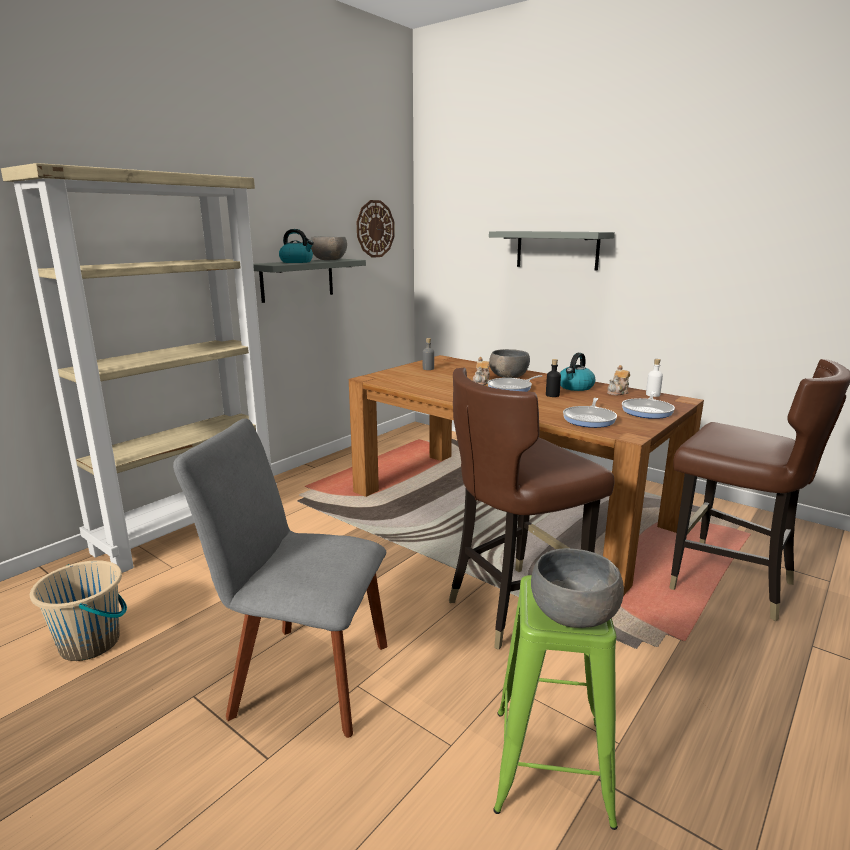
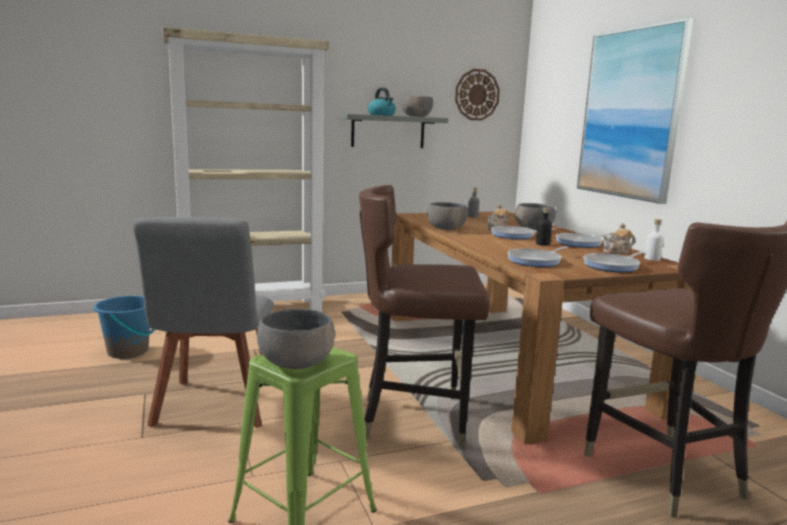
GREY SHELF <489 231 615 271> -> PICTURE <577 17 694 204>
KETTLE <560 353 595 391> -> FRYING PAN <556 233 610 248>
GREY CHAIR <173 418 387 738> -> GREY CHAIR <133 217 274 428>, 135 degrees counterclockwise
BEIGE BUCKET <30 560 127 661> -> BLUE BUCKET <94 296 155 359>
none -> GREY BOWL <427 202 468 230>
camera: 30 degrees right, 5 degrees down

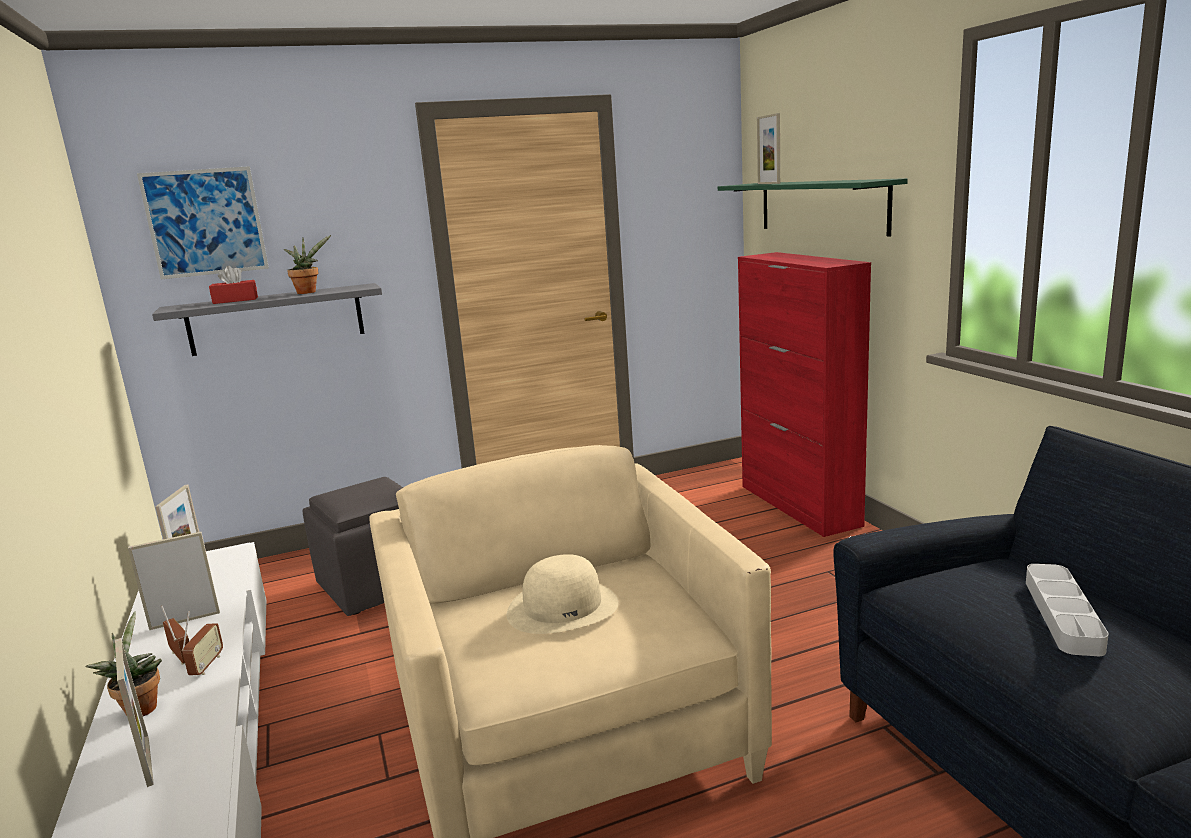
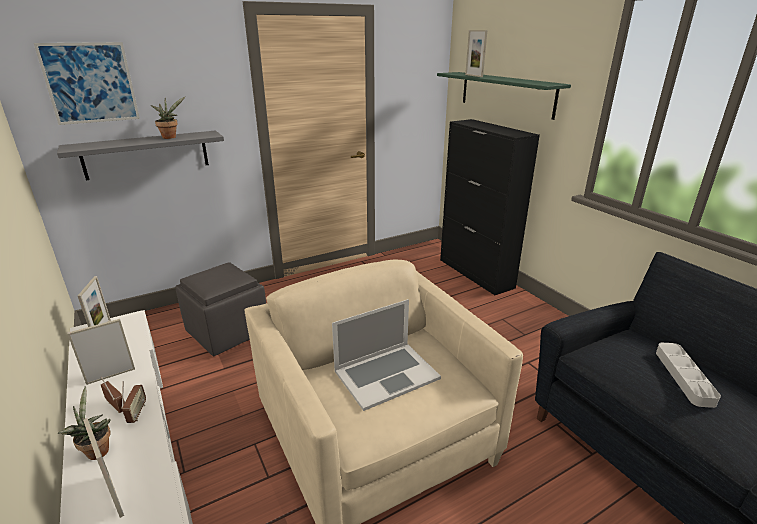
RED CABINET <738 252 871 537> -> BLACK CABINET <440 119 540 295>
RED TISSUE BOX <209 266 258 304> -> none
BEIGE HAT <507 554 619 634> -> LAPTOP <332 299 441 411>
camera: 10 degrees left, 10 degrees up

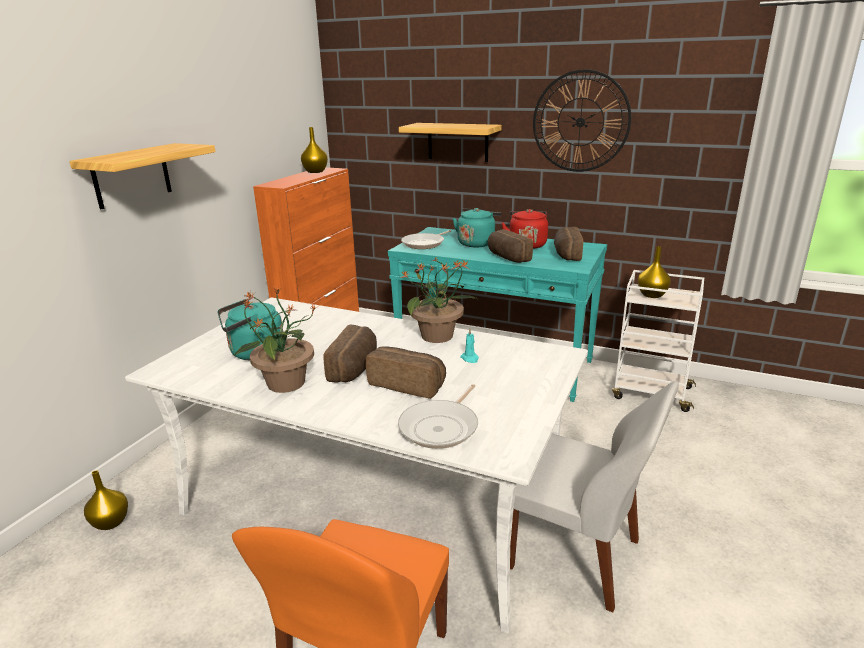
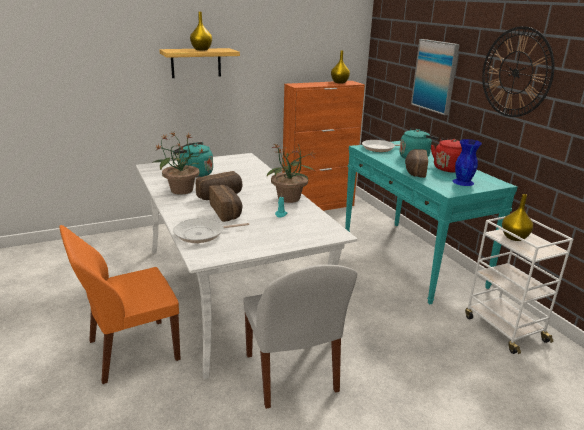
SHELF <399 123 502 162> -> PICTURE <411 39 460 115>
BREAD <554 227 583 261> -> BLUE VASE <453 139 482 186>
YELLOW VASE <84 470 128 530> -> YELLOW VASE <190 12 212 50>, moved
camera: 40 degrees right, 0 degrees up

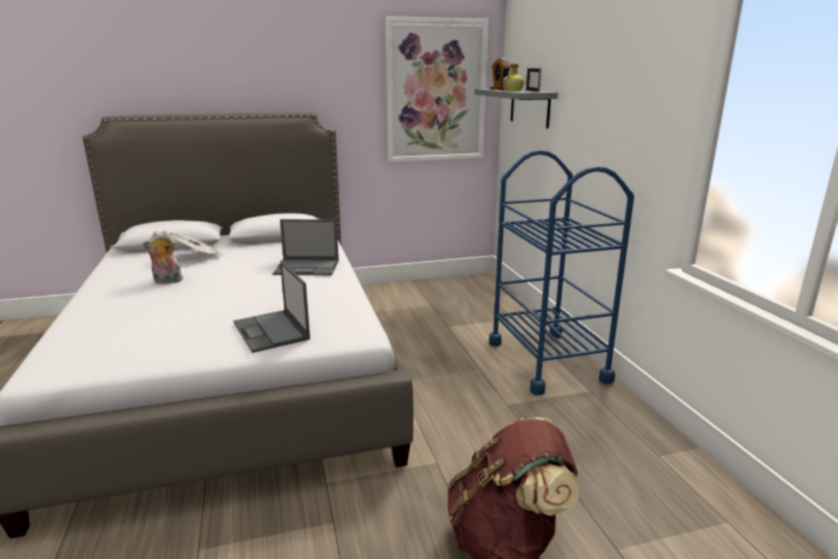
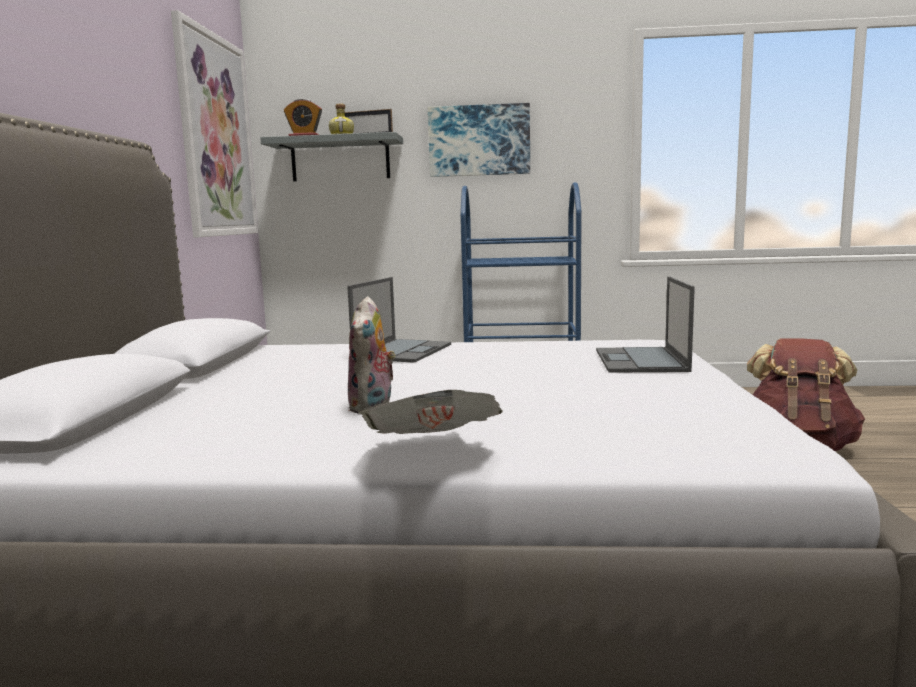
NEWSPAPER <169 233 225 256> -> NEWSPAPER <358 390 503 434>, moved
LAPTOP <233 261 310 353> -> LAPTOP <596 276 695 373>, 105 degrees clockwise
none -> PICTURE <428 103 530 177>
camera: 70 degrees left, 10 degrees down

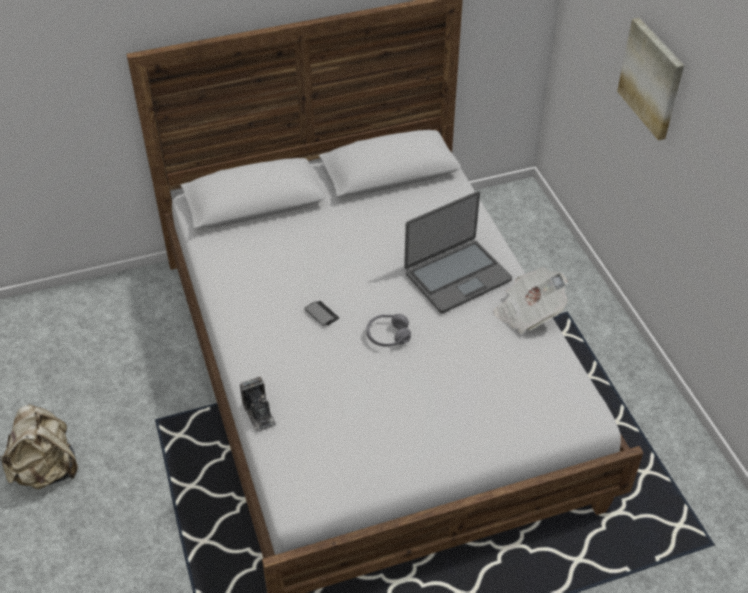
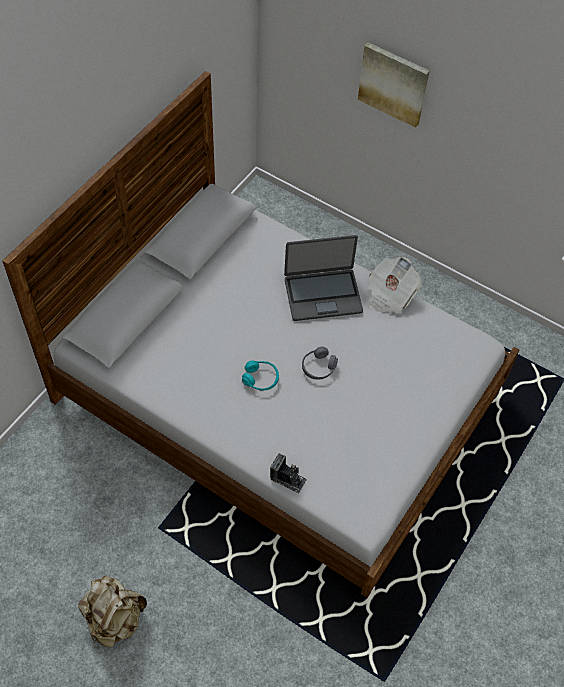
LAPTOP <404 191 512 313> -> LAPTOP <284 235 363 321>, 60 degrees clockwise
PHONE <304 301 339 326> -> TURQUOISE HEADPHONES <242 360 279 390>
camera: 40 degrees left, 10 degrees up

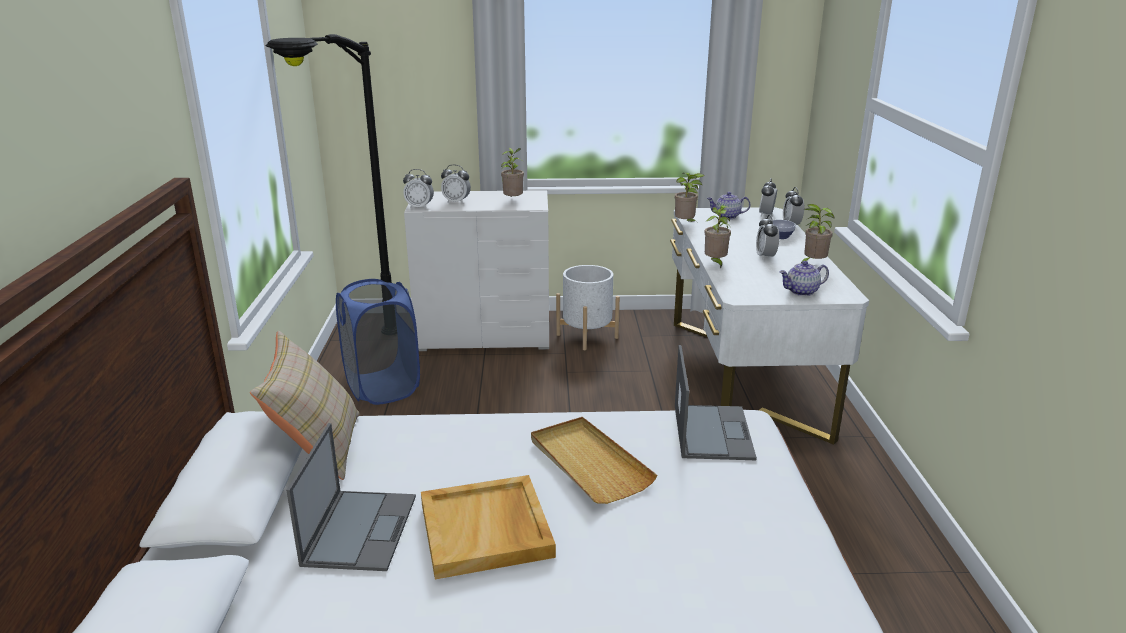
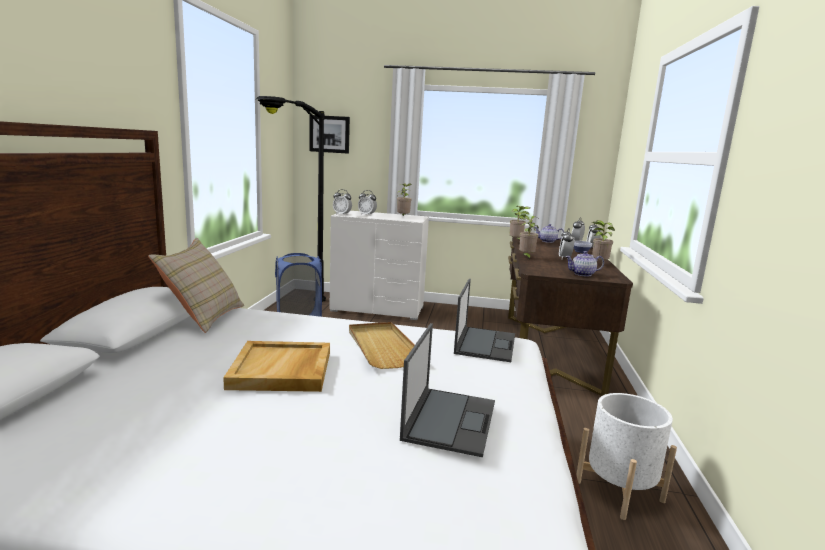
WHITE DESK <670 207 869 445> -> BROWN DESK <508 237 633 396>
WHITE PLANTER <556 265 620 350> -> WHITE PLANTER <576 393 677 520>, moved
LAPTOP <286 423 416 571> -> LAPTOP <400 323 495 457>, moved
none -> PICTURE <309 115 350 154>
camera: 10 degrees right, 10 degrees down

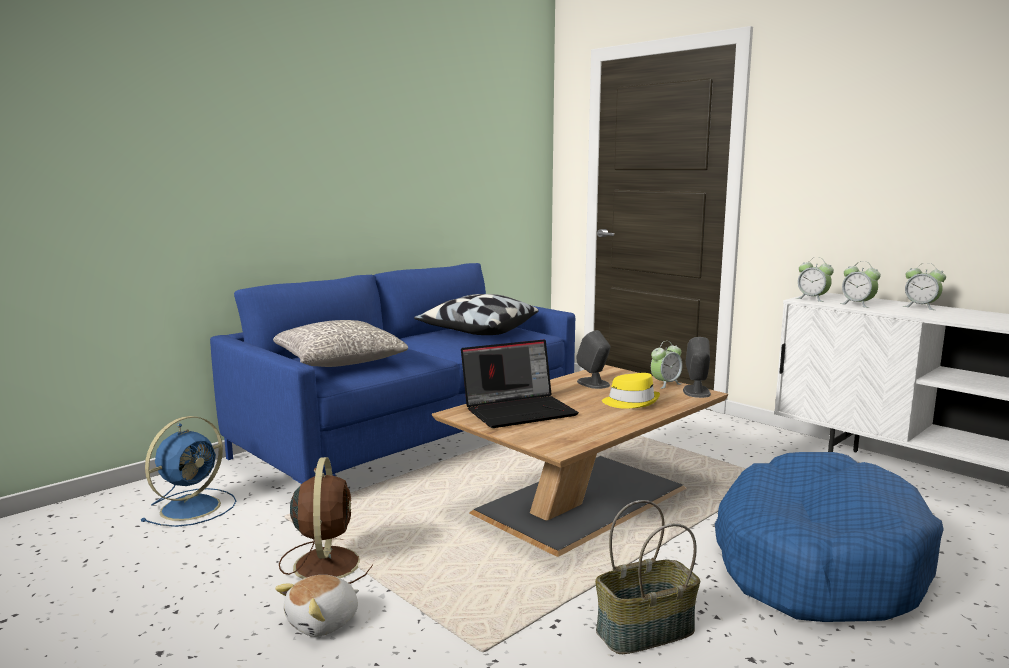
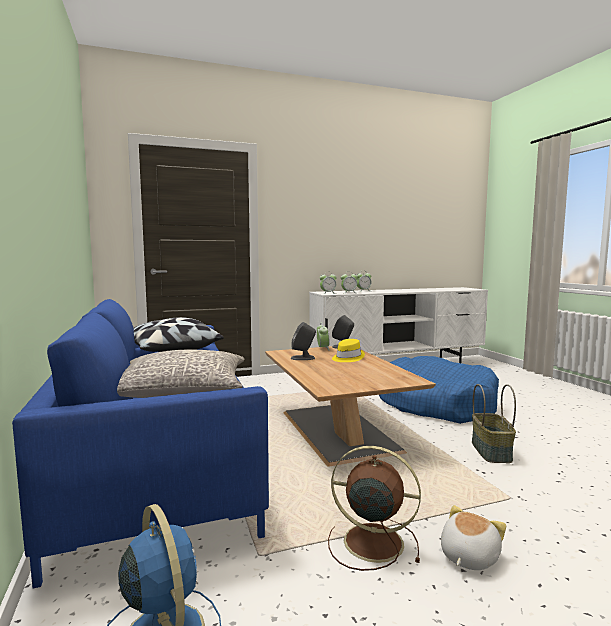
LAPTOP <461 339 579 428> -> none
PLUSH TOY <275 575 359 637> -> PLUSH TOY <441 505 506 570>, 120 degrees counterclockwise
camera: 65 degrees left, 5 degrees down

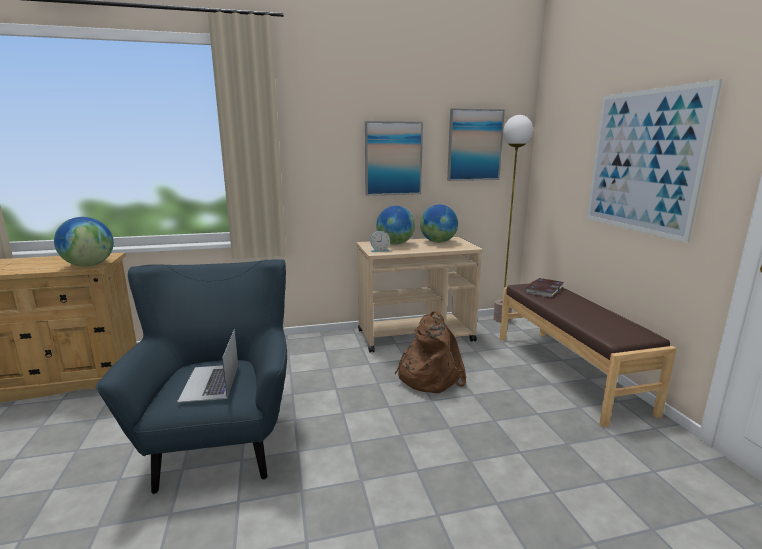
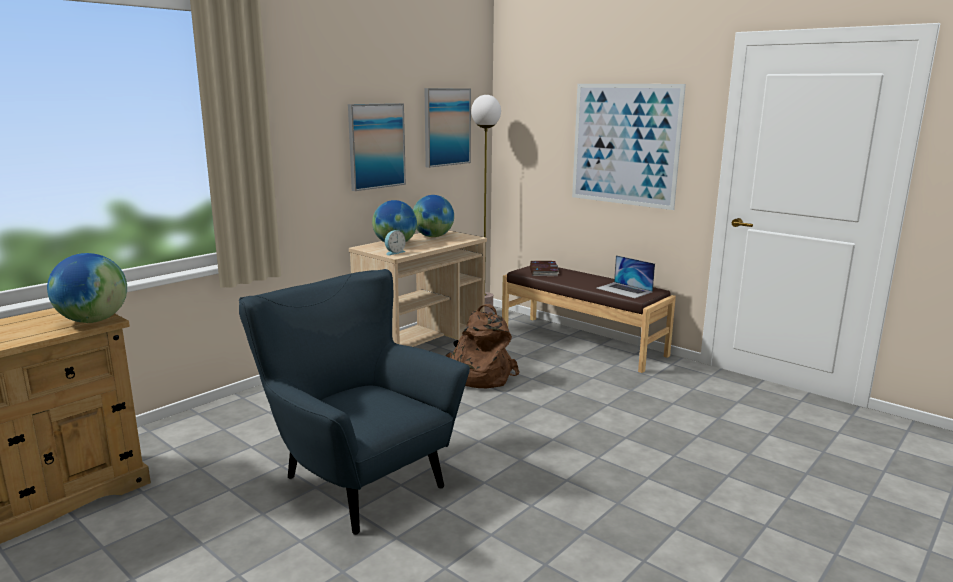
LAPTOP <177 329 238 403> -> LAPTOP <596 255 655 298>, moved
camera: 35 degrees left, 0 degrees up

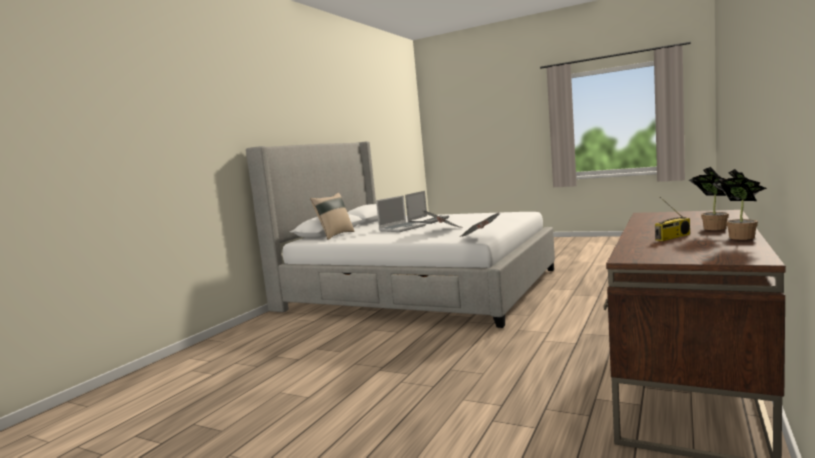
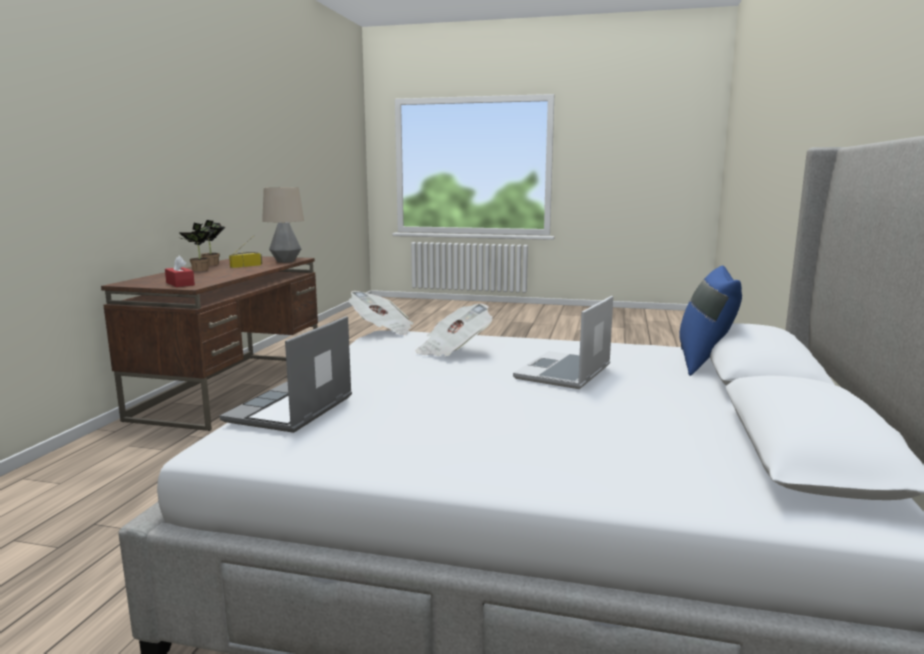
LAPTOP <405 191 449 224> -> LAPTOP <220 316 352 433>, moved
BEIGE PILLOW <310 193 354 240> -> BLUE PILLOW <679 266 742 376>
none -> TABLE LAMP <262 187 304 263>
none -> RED TISSUE BOX <165 256 195 287>
camera: 165 degrees right, 5 degrees up

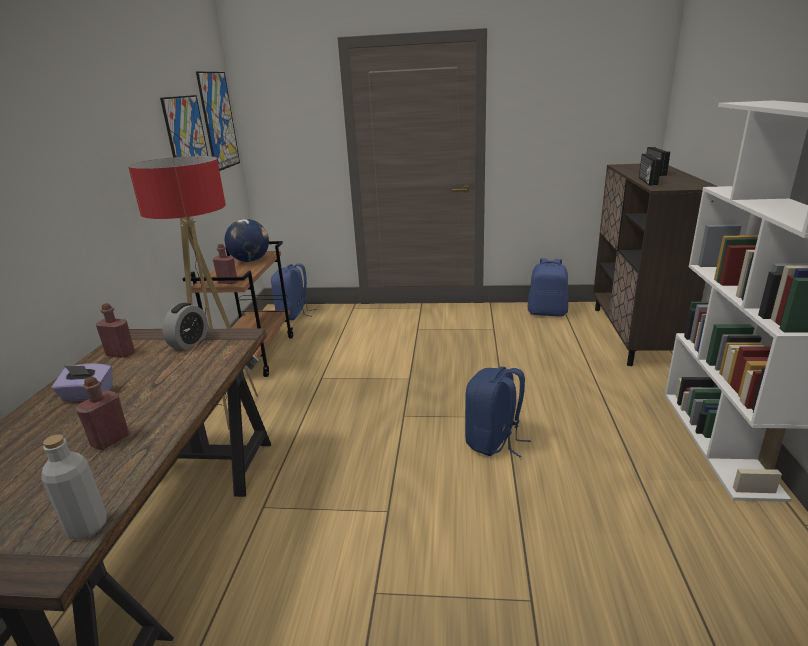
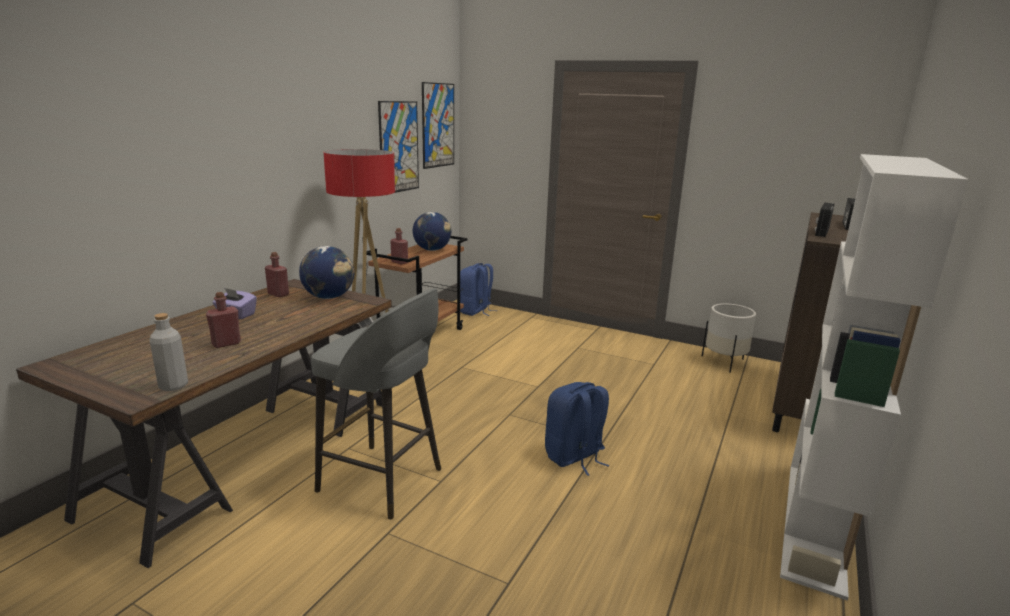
BLUE BACKPACK <528 258 568 317> -> WHITE PLANTER <702 303 756 373>
ALARM CLOCK <163 303 208 350> -> GLOBE <299 246 354 299>
none -> GREY STOOL <311 288 441 520>
camera: 20 degrees right, 5 degrees down

